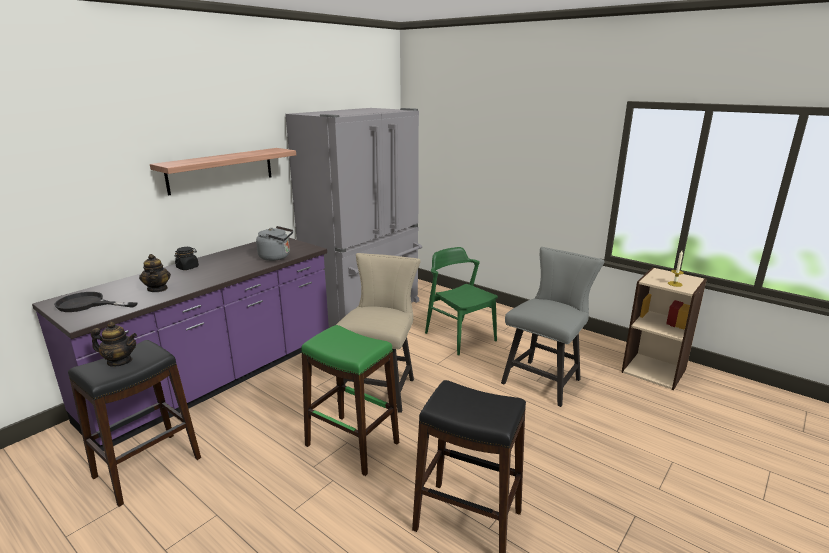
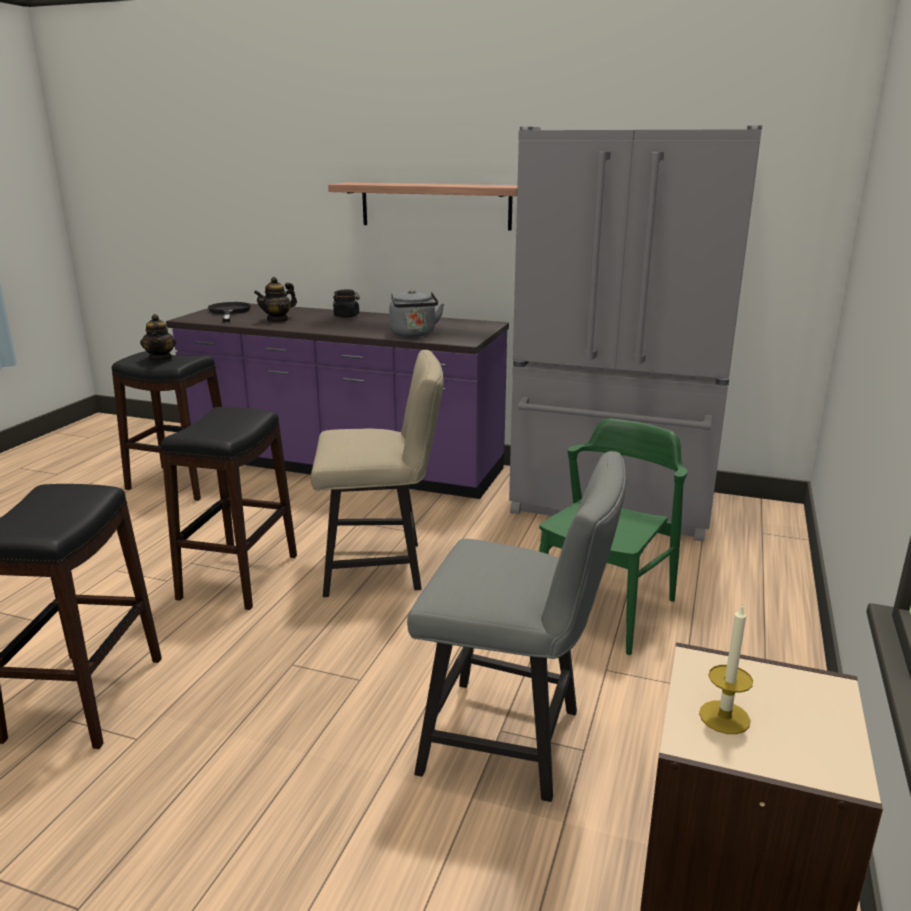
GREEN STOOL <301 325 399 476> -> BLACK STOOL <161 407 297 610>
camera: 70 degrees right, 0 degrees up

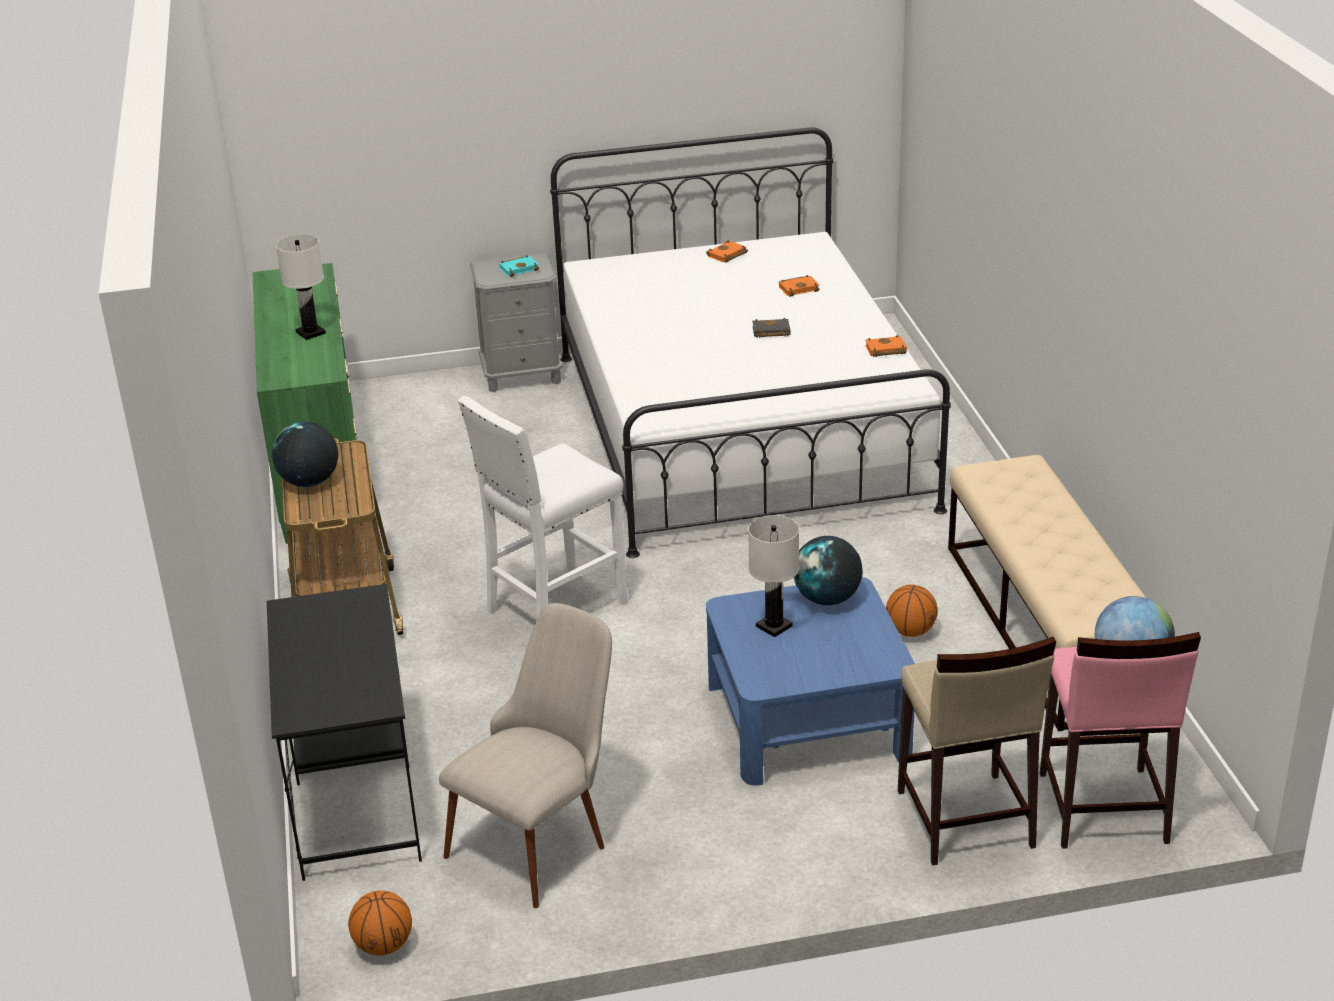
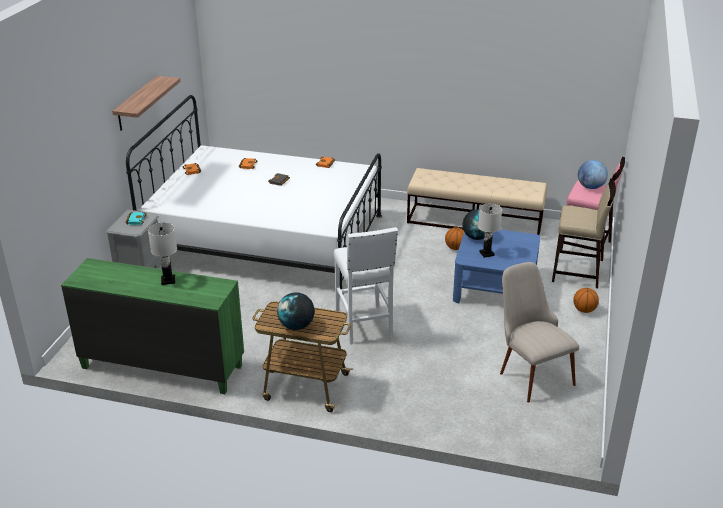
BLACK DESK <267 584 422 881> -> none
BASKETBALL <348 890 412 956> -> BASKETBALL <573 288 599 313>, moved
none -> SHELF <112 76 180 131>
camera: 65 degrees left, 0 degrees up

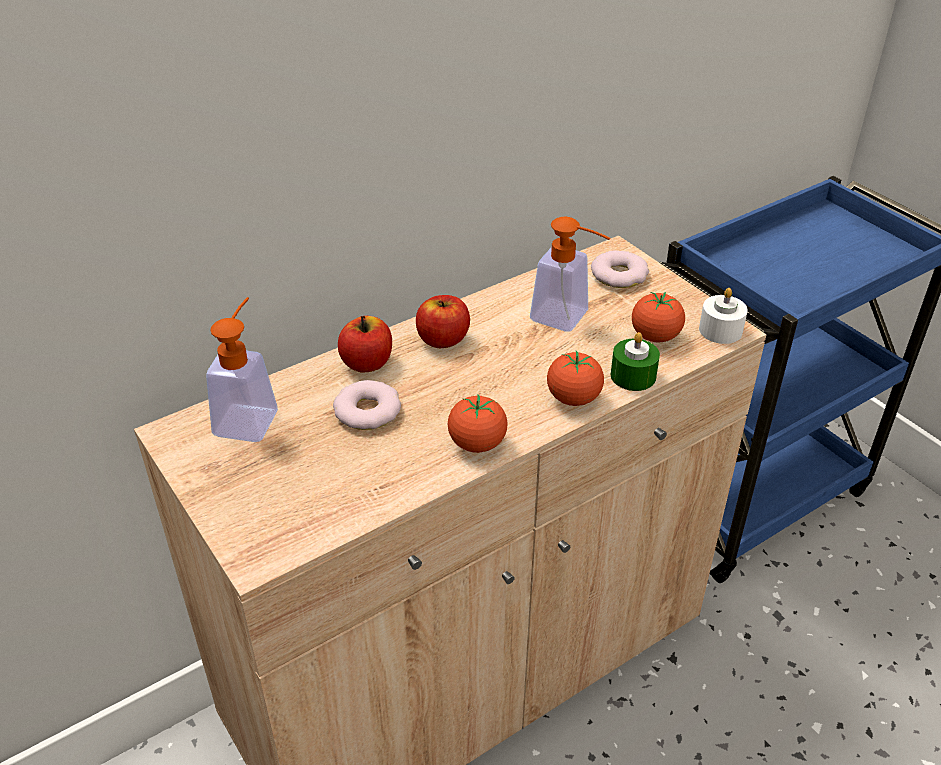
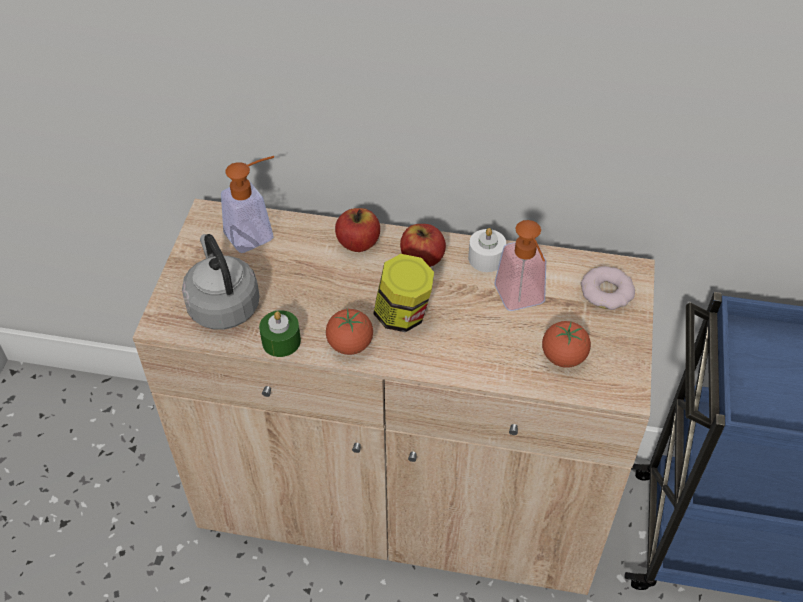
WHITE CANDLE <699 288 748 344> -> WHITE CANDLE <468 228 506 272>, moved
GREEN CANDLE <611 332 660 391> -> GREEN CANDLE <259 310 301 357>, moved
TOMATO <547 351 604 406> -> none
DONUT <333 380 401 430> -> none
none -> GREY KETTLE <182 234 260 330>
none -> JAR <373 254 434 332>
camera: 45 degrees right, 10 degrees up

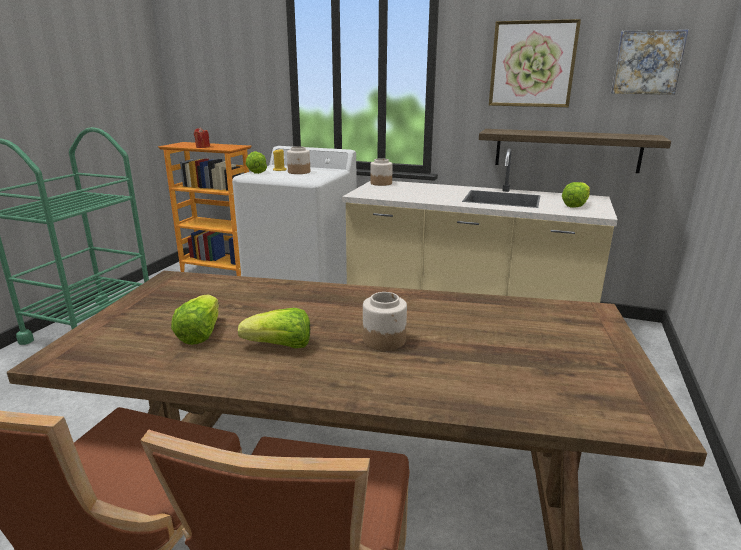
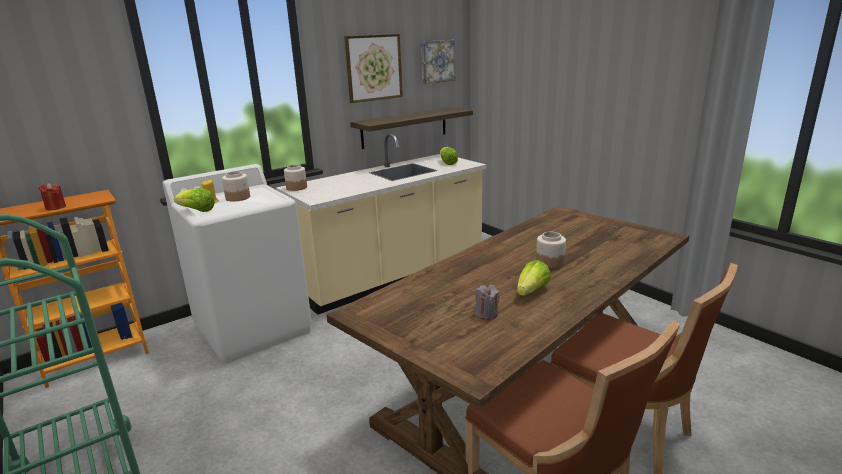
LETTUCE <171 295 219 345> -> GREY CANDLE <475 285 500 320>
camera: 55 degrees left, 0 degrees up

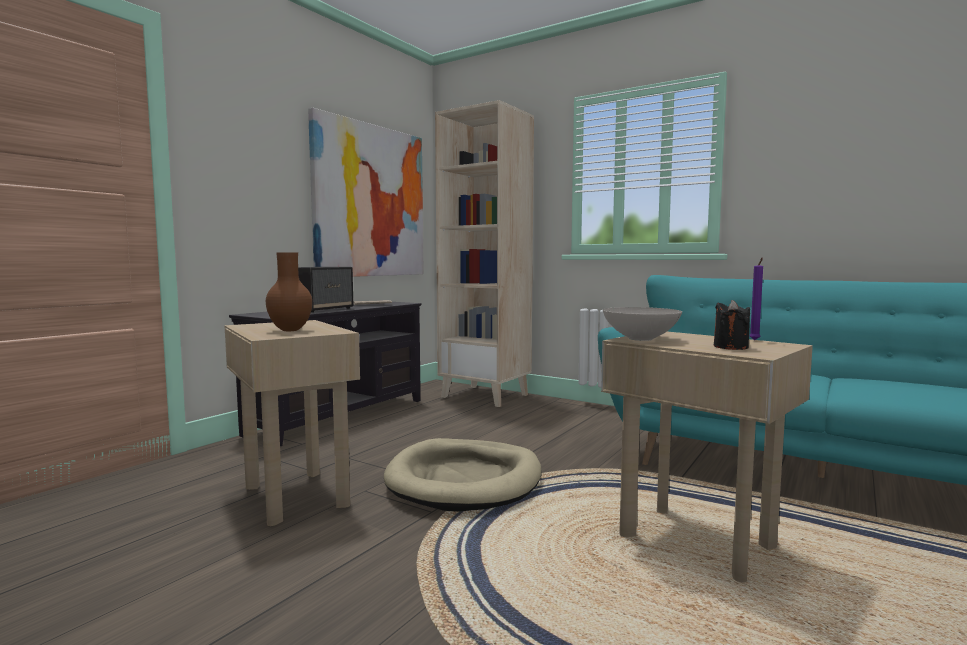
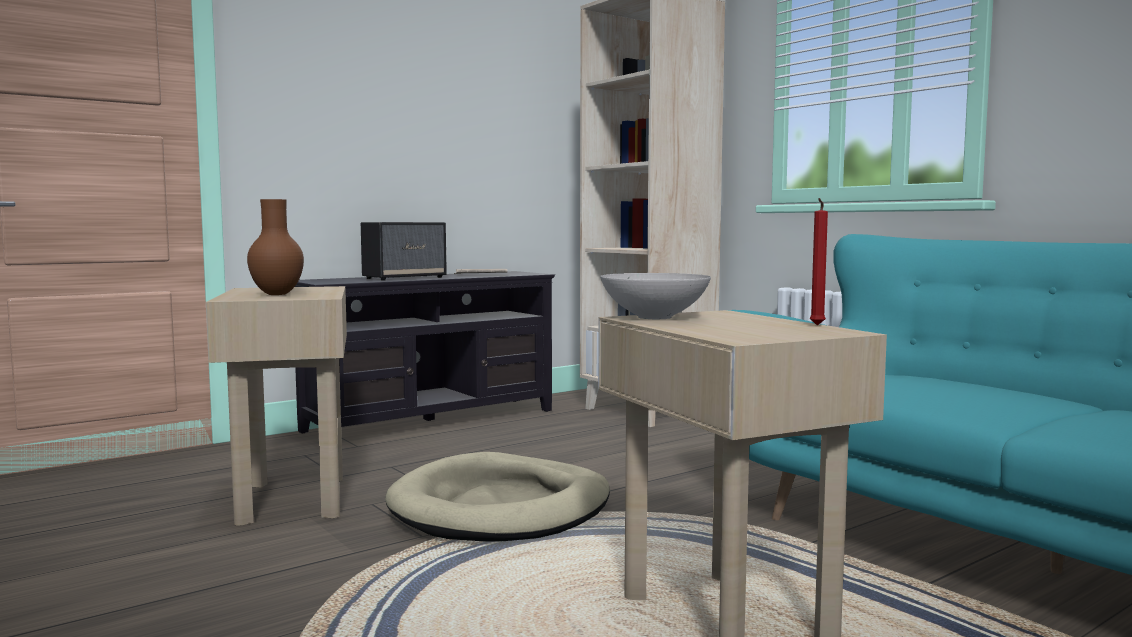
PICTURE <308 108 424 277> -> none
PURPLE CANDLE <749 258 763 341> -> RED CANDLE <810 198 828 326>
BLACK CANDLE <714 300 750 350> -> none
camera: 20 degrees right, 0 degrees up

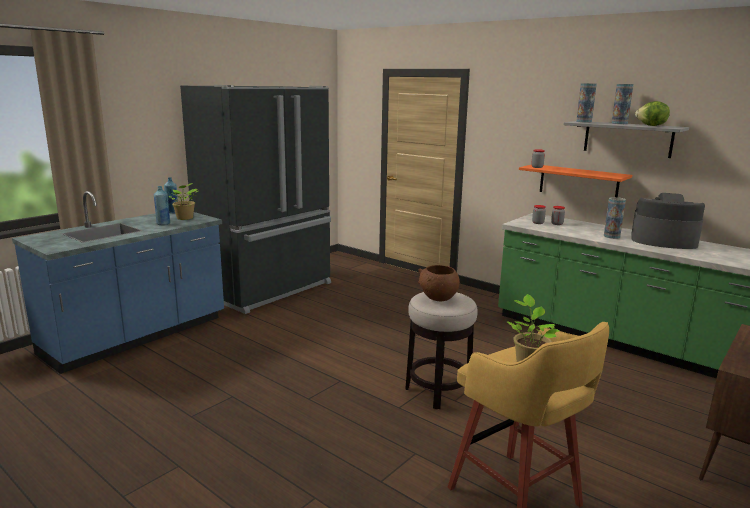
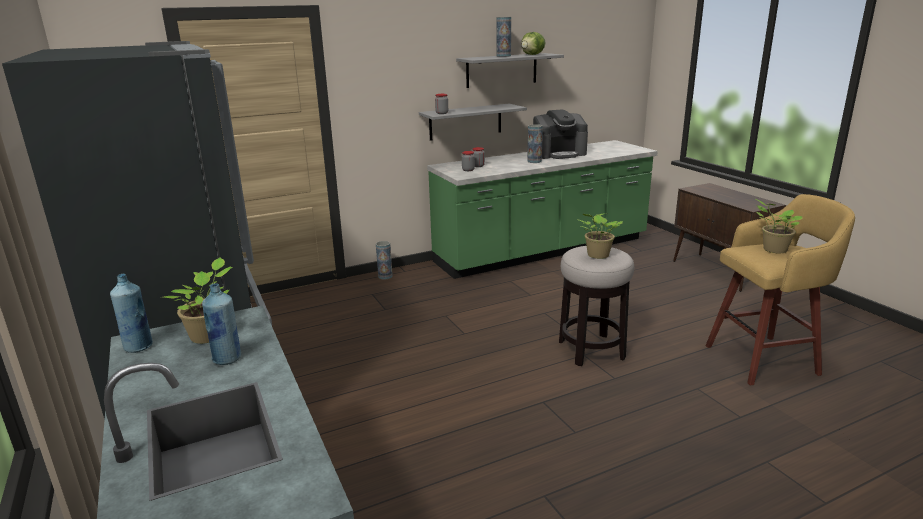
VASE <576 83 597 123> -> VASE <376 241 393 280>, moved
ORANGE SHELF <519 165 632 197> -> GREY SHELF <419 103 527 141>
COFFEE MACHINE <631 193 705 249> -> COFFEE MACHINE <533 110 588 159>, 150 degrees counterclockwise
BROWN BOWL <418 265 460 301> -> POTTED PLANT <579 213 623 259>
camera: 65 degrees left, 5 degrees up

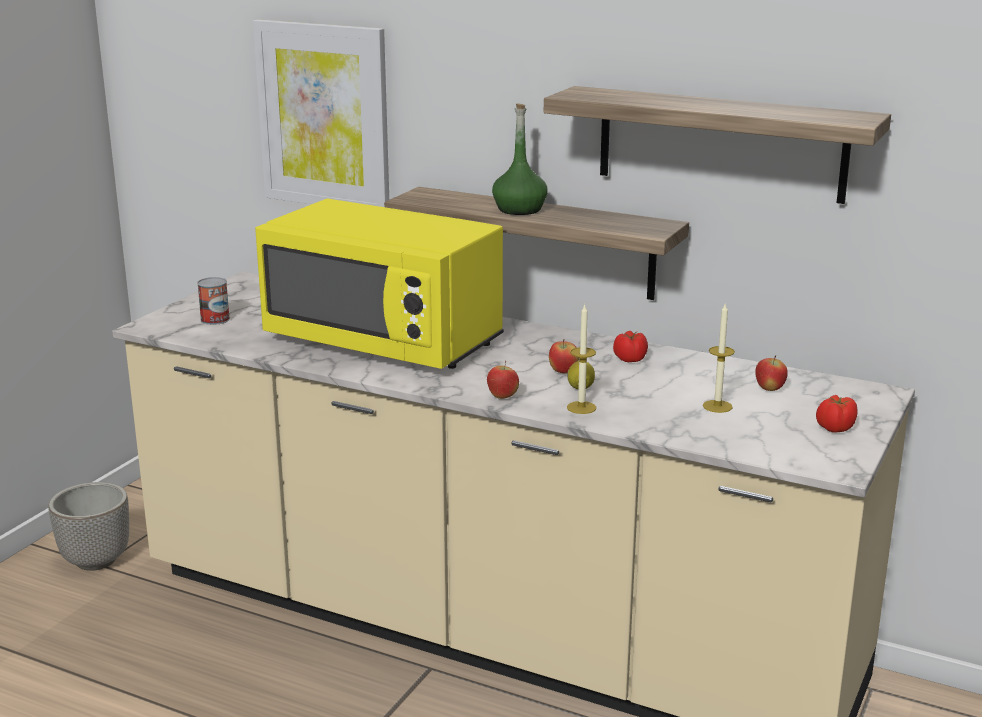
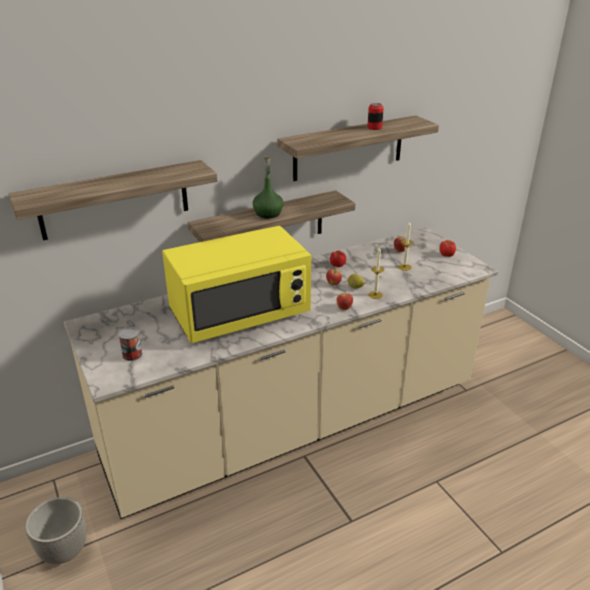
PICTURE <253 19 389 207> -> SHELF <8 160 217 240>
none -> CAN <368 103 384 130>
camera: 55 degrees left, 10 degrees up

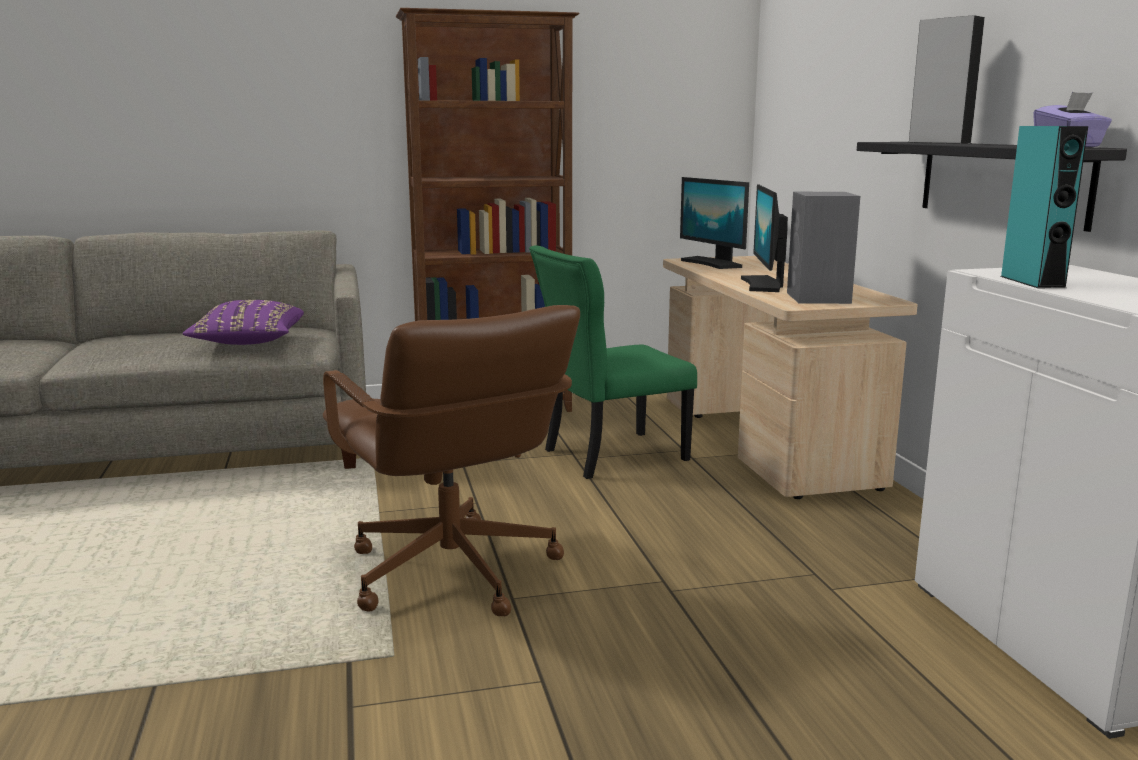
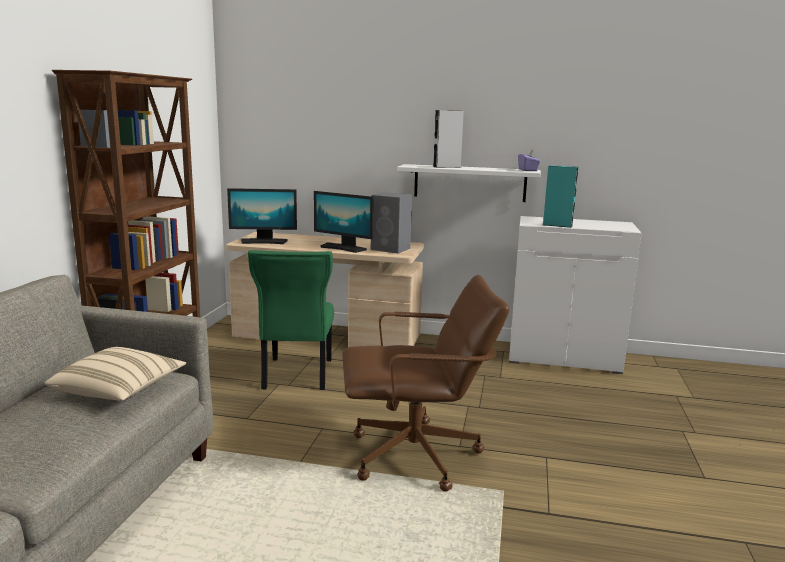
BLACK SHELF <857 142 1127 232> -> WHITE SHELF <397 164 541 202>
PURPLE PILLOW <183 300 304 345> -> BEIGE PILLOW <44 347 186 401>
camera: 65 degrees left, 0 degrees up

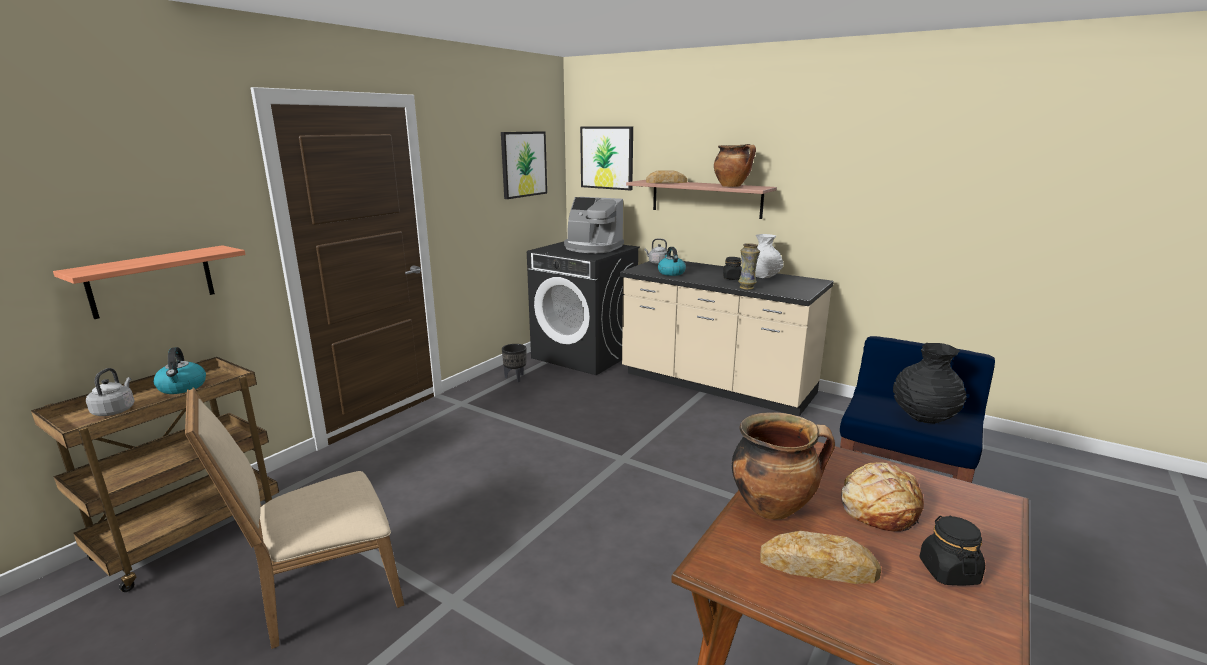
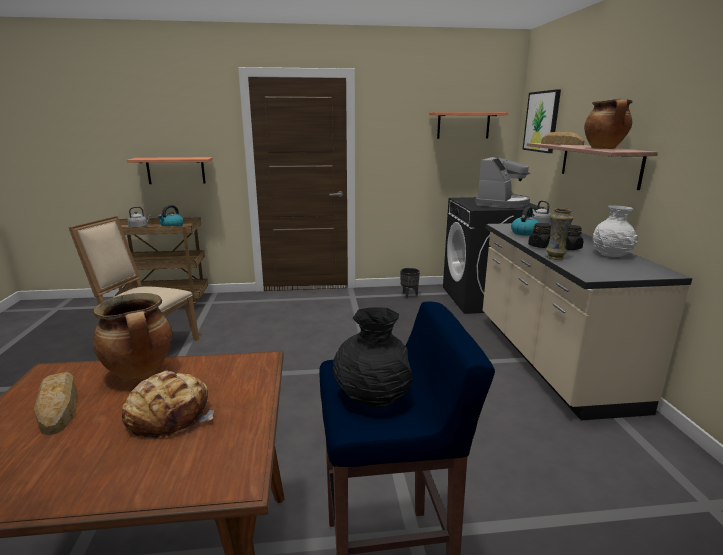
PICTURE <501 131 547 199> -> SHELF <429 112 508 139>
COFFEE MACHINE <564 197 624 253> -> COFFEE MACHINE <475 157 530 208>, 135 degrees counterclockwise
BLACK JAR <919 516 985 586> -> BLACK JAR <528 223 551 248>, moved
camera: 50 degrees right, 0 degrees up

